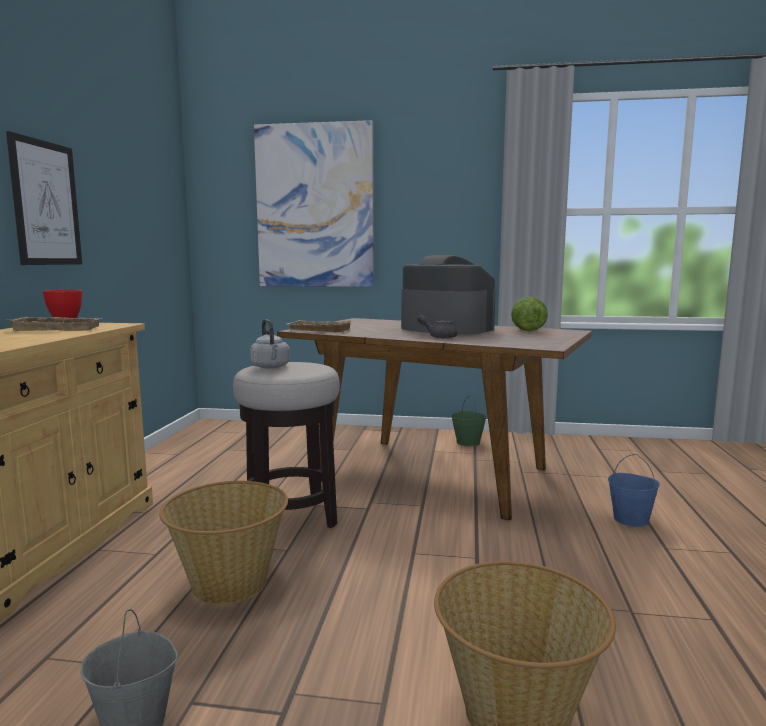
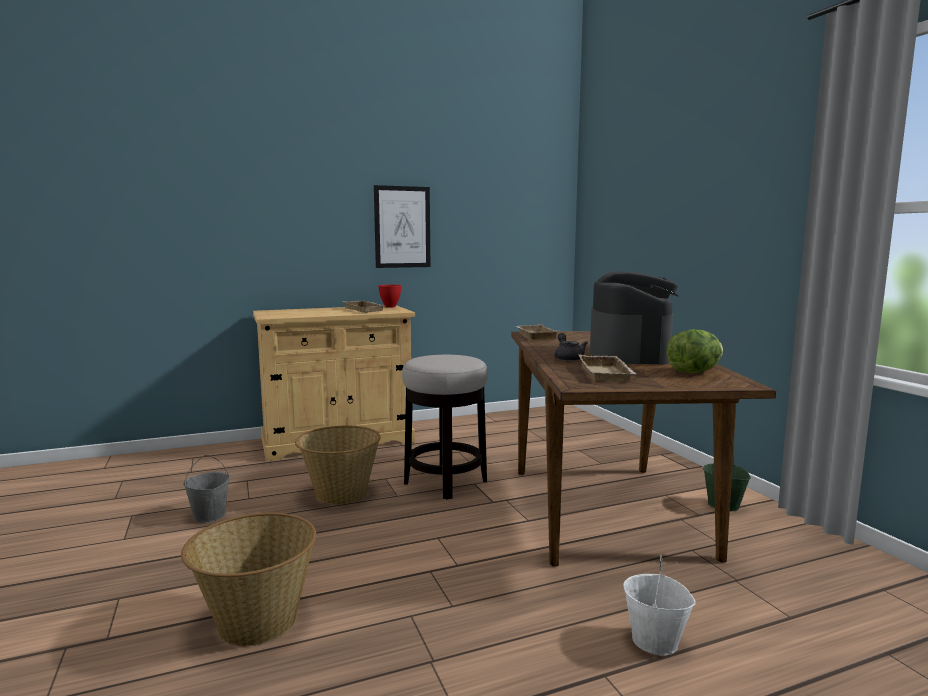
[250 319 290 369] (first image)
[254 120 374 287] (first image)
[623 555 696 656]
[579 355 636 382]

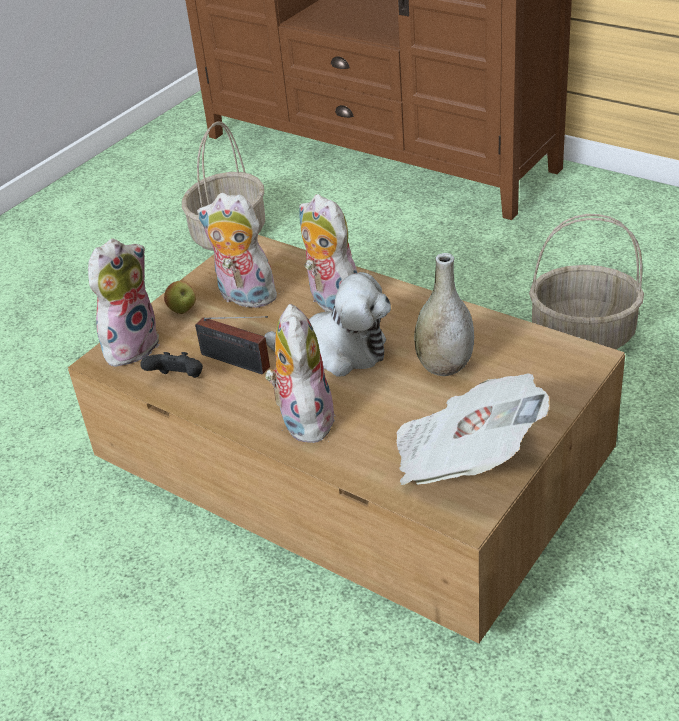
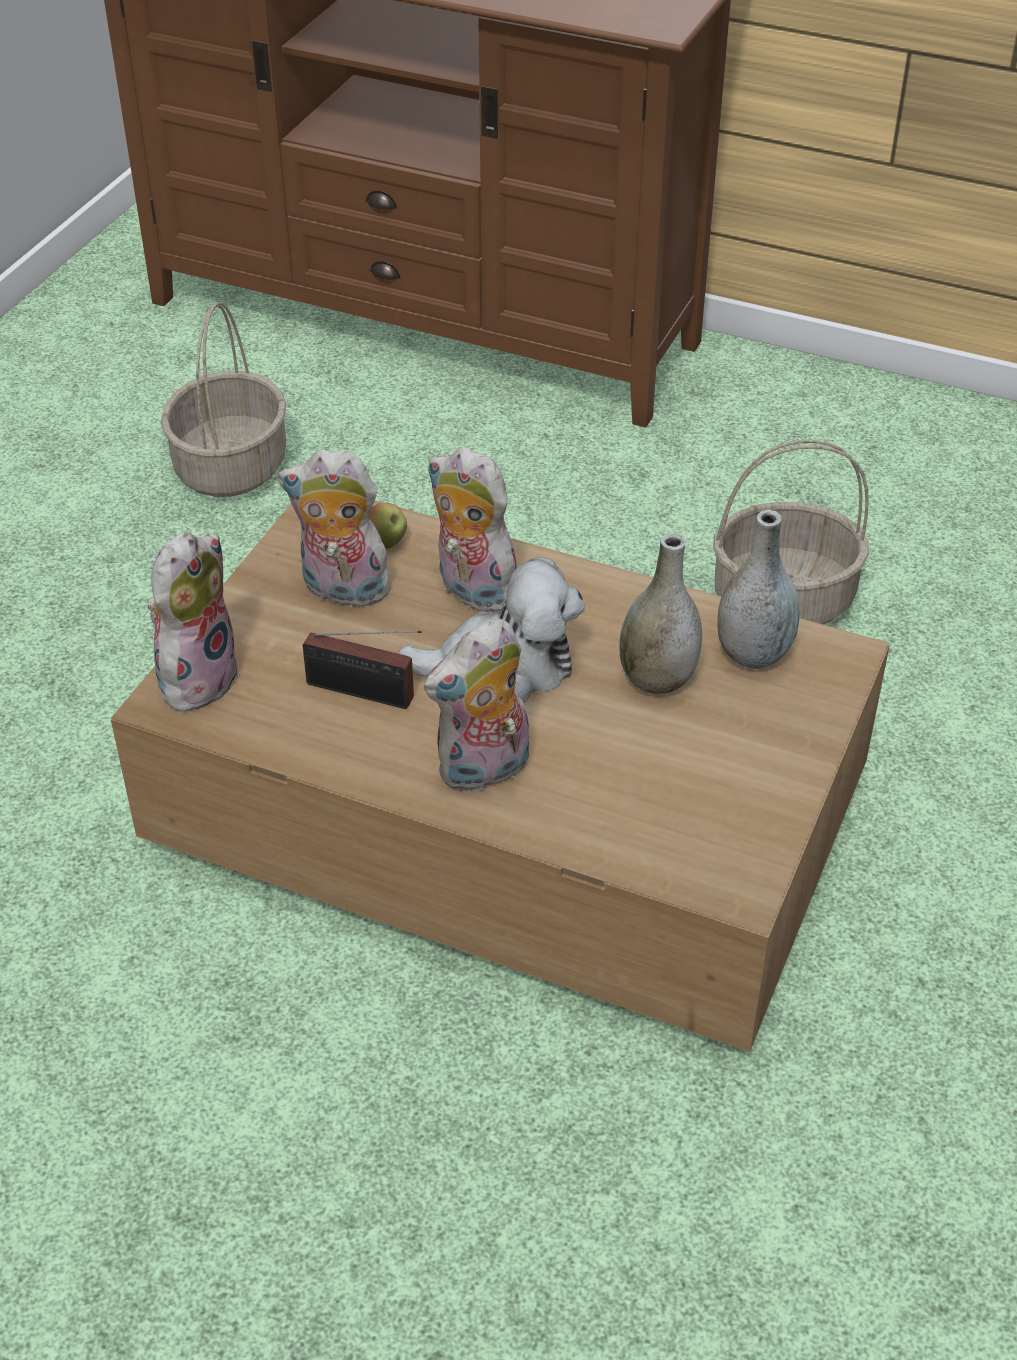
[140 352 203 378] (first image)
[369 502 407 549]
[424 618 529 792]
[396 373 549 485] (first image)
[718 510 799 669]

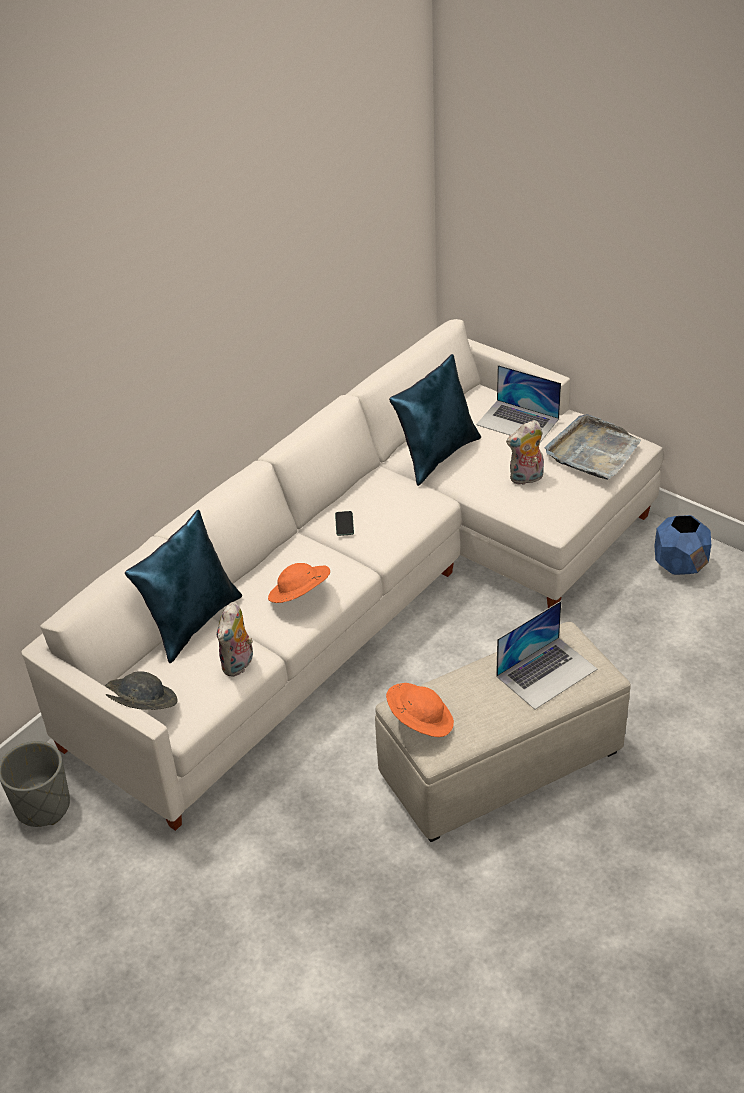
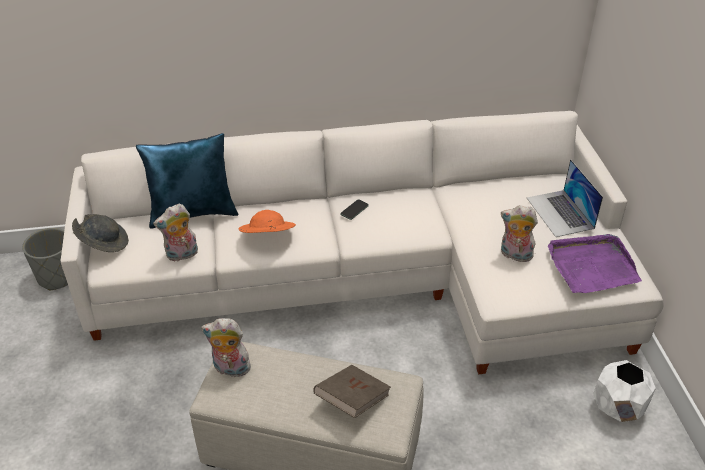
[201 318 251 377]
[389 354 481 486] (first image)
[313 365 391 418]
[548 234 642 293]
[593 360 656 422]

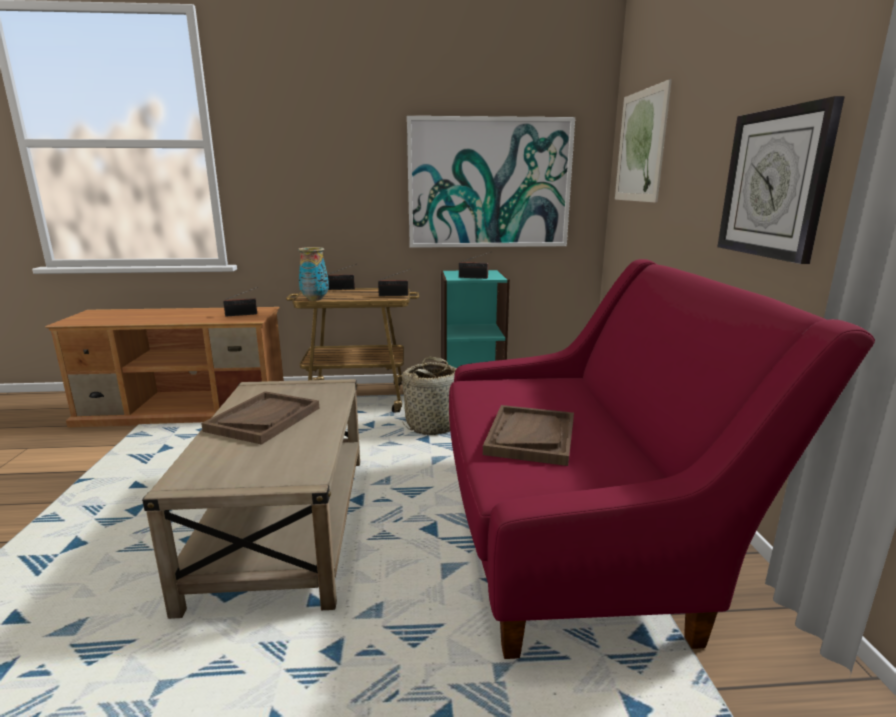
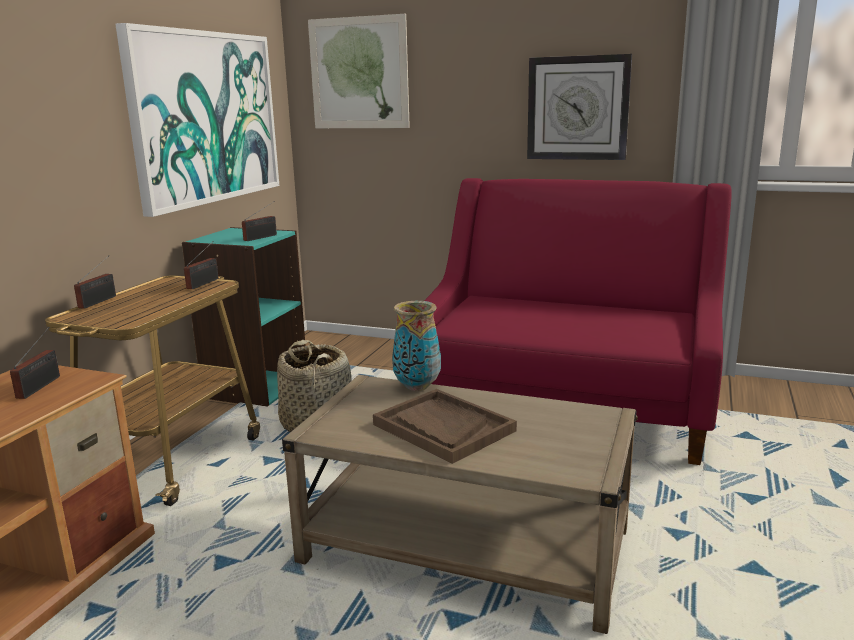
[392 301 441 391]
[483 405 574 466] (first image)

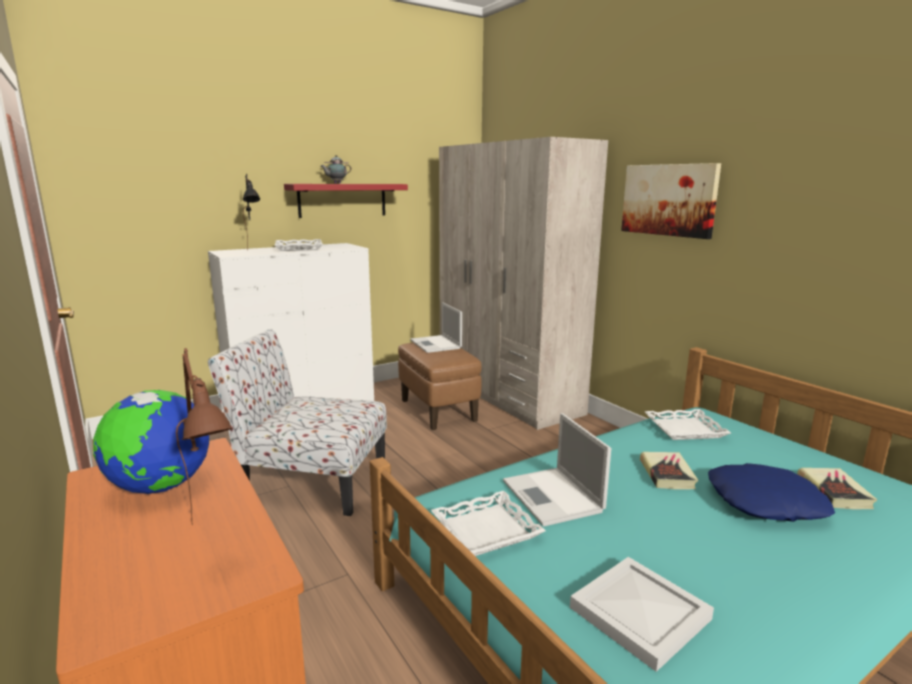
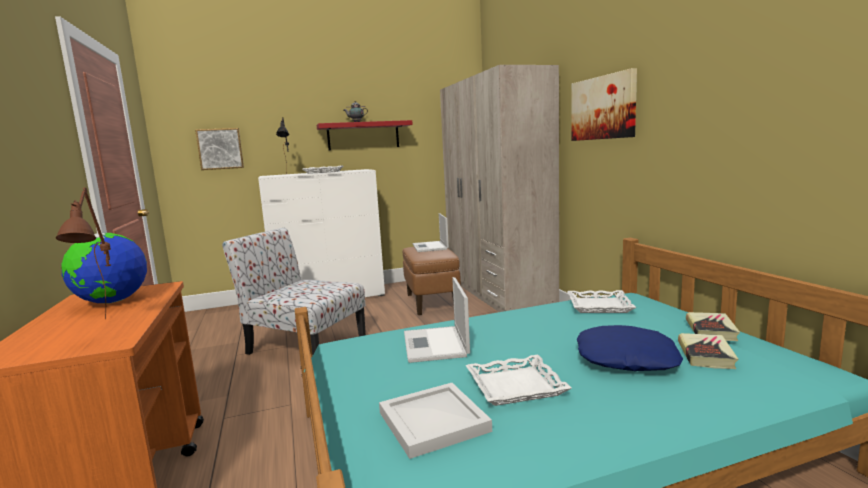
[466 355 572 406]
[686 312 740 341]
[195 128 244 170]

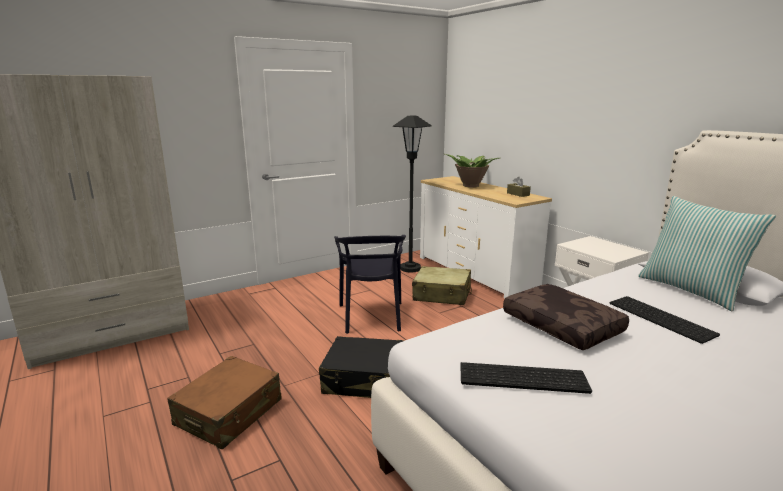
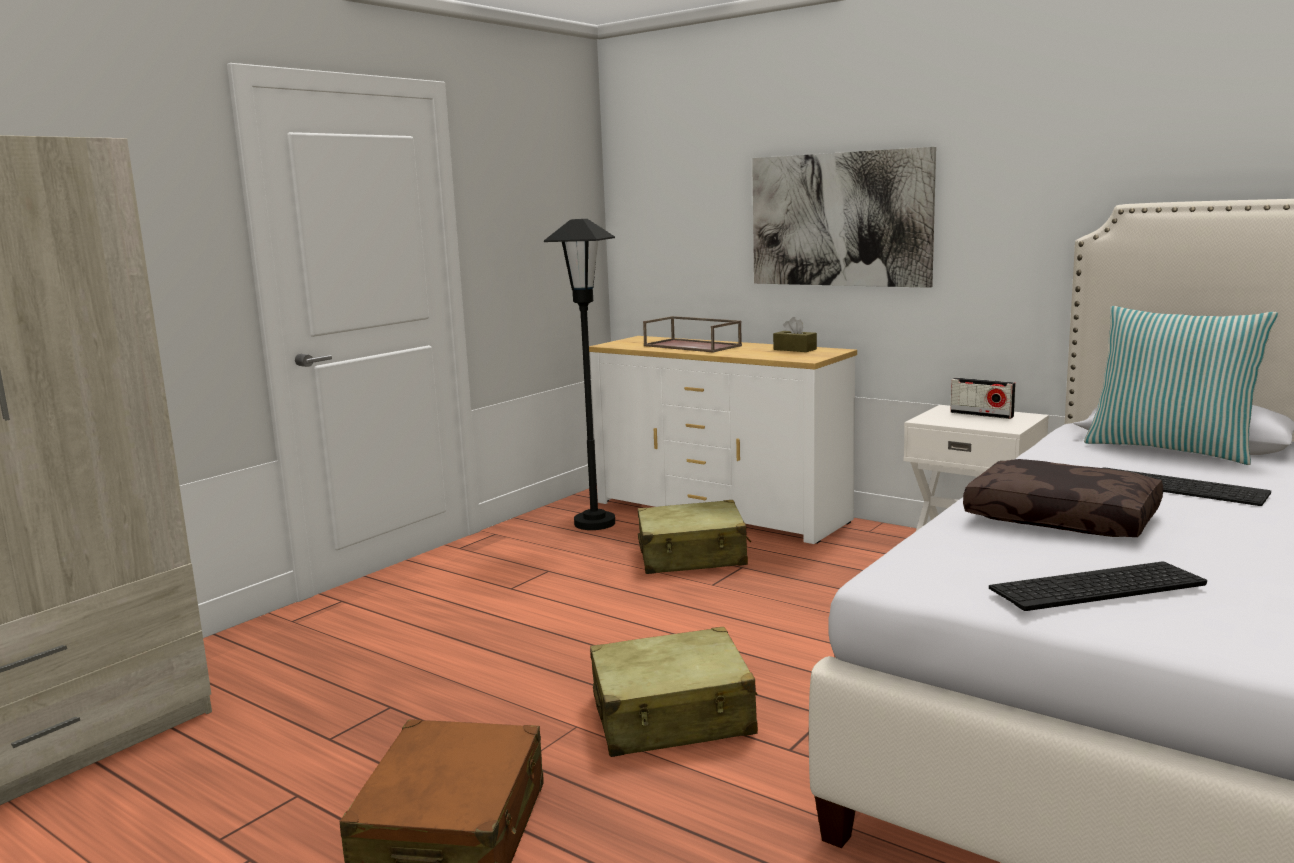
[590 627 758 757]
[334 235 406 334] (first image)
[643 316 742 353]
[752 147 936 288]
[950 378 1016 419]

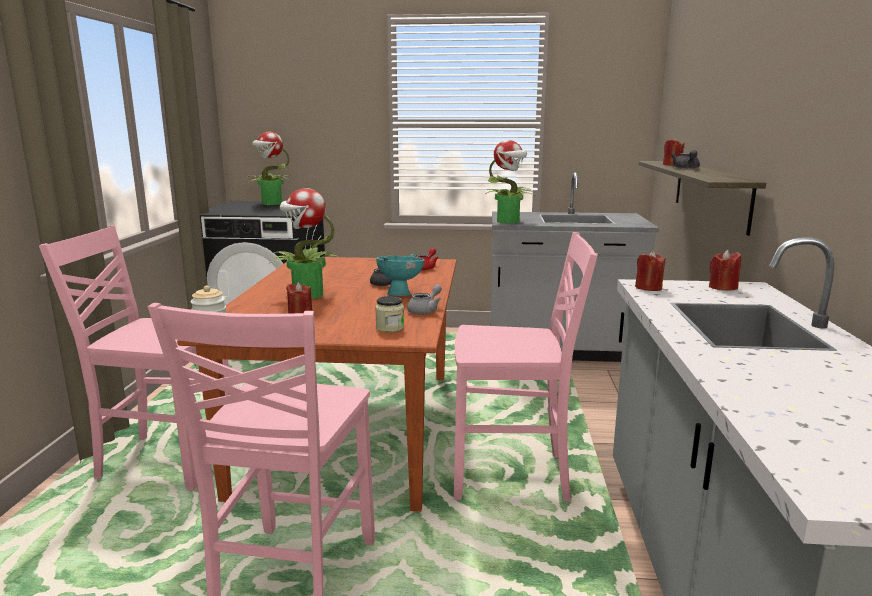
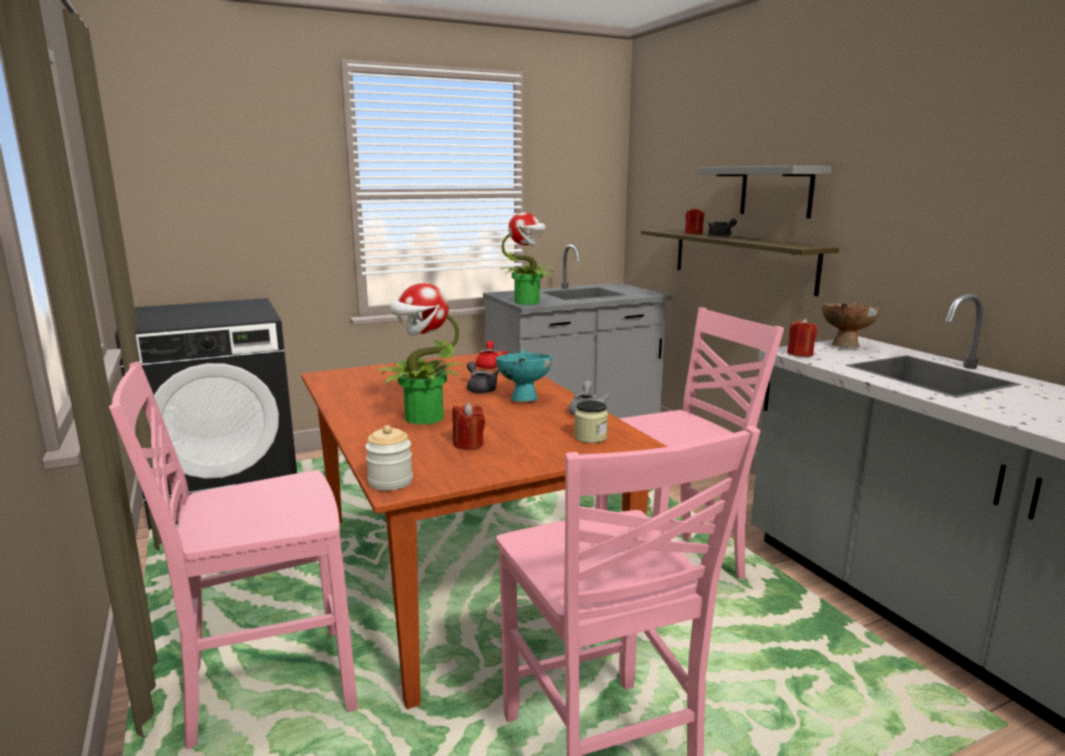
[246 132 291 205] (first image)
[822 301 881 348]
[699 166 831 219]

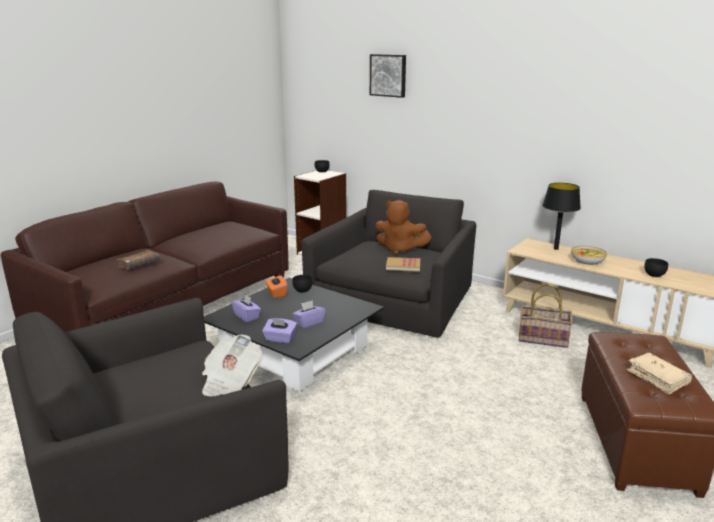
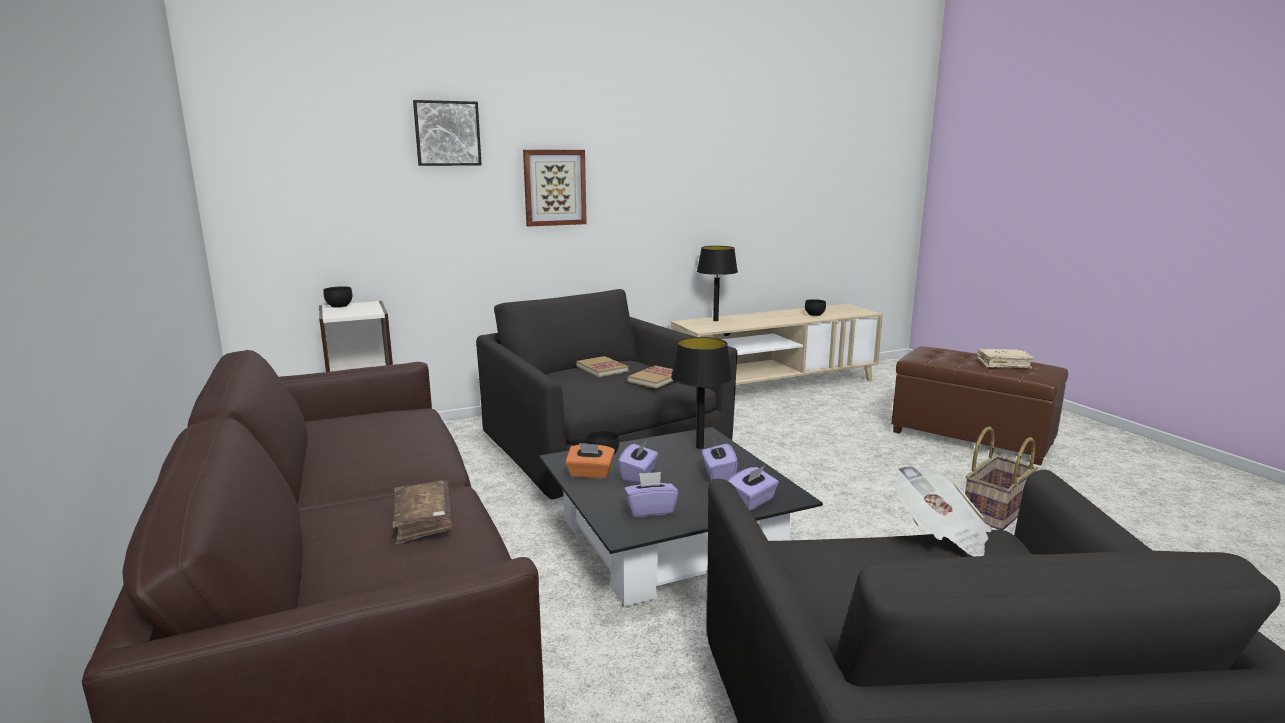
[576 356 629 377]
[965 427 1038 530]
[571 246 607 265] (first image)
[523 150 587 226]
[618 442 658 484]
[671 337 732 449]

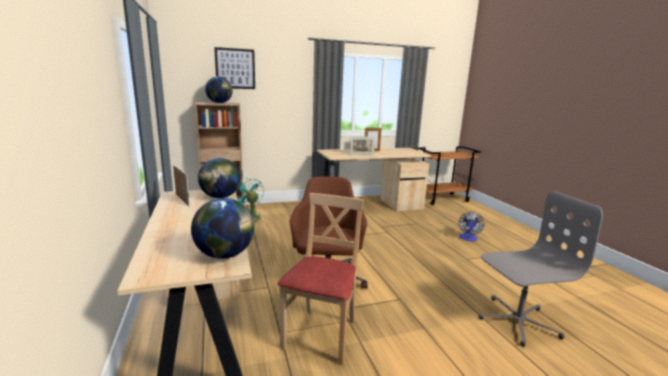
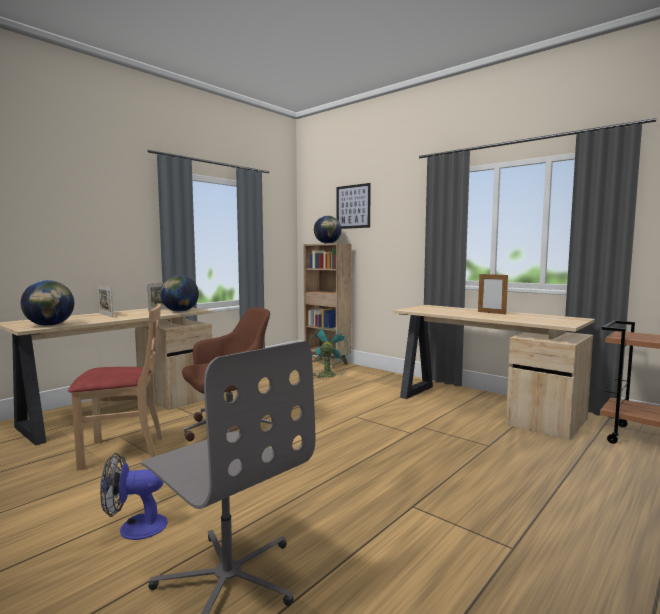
[97 285 113 317]
[100 453 168 540]

